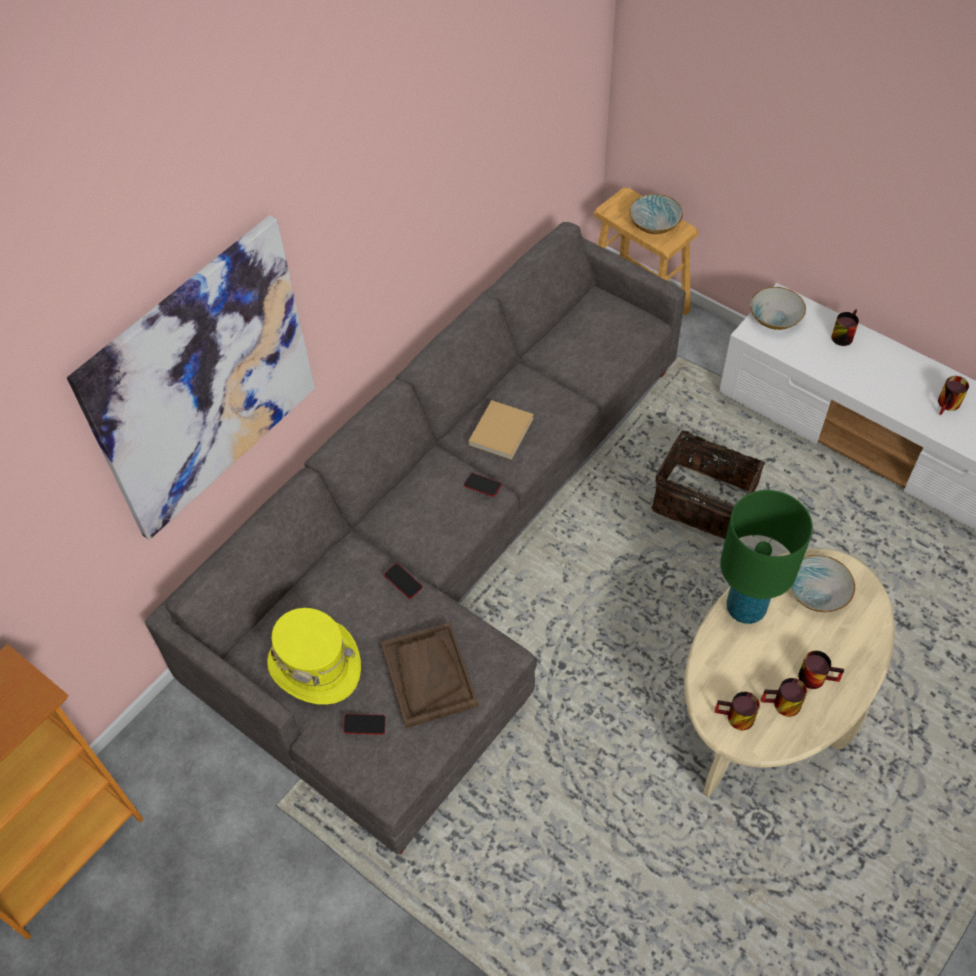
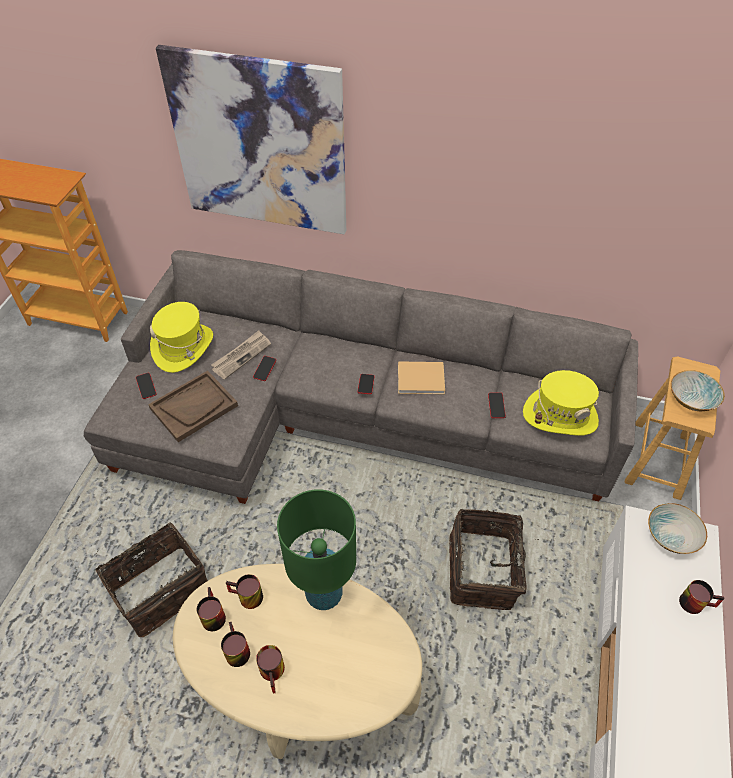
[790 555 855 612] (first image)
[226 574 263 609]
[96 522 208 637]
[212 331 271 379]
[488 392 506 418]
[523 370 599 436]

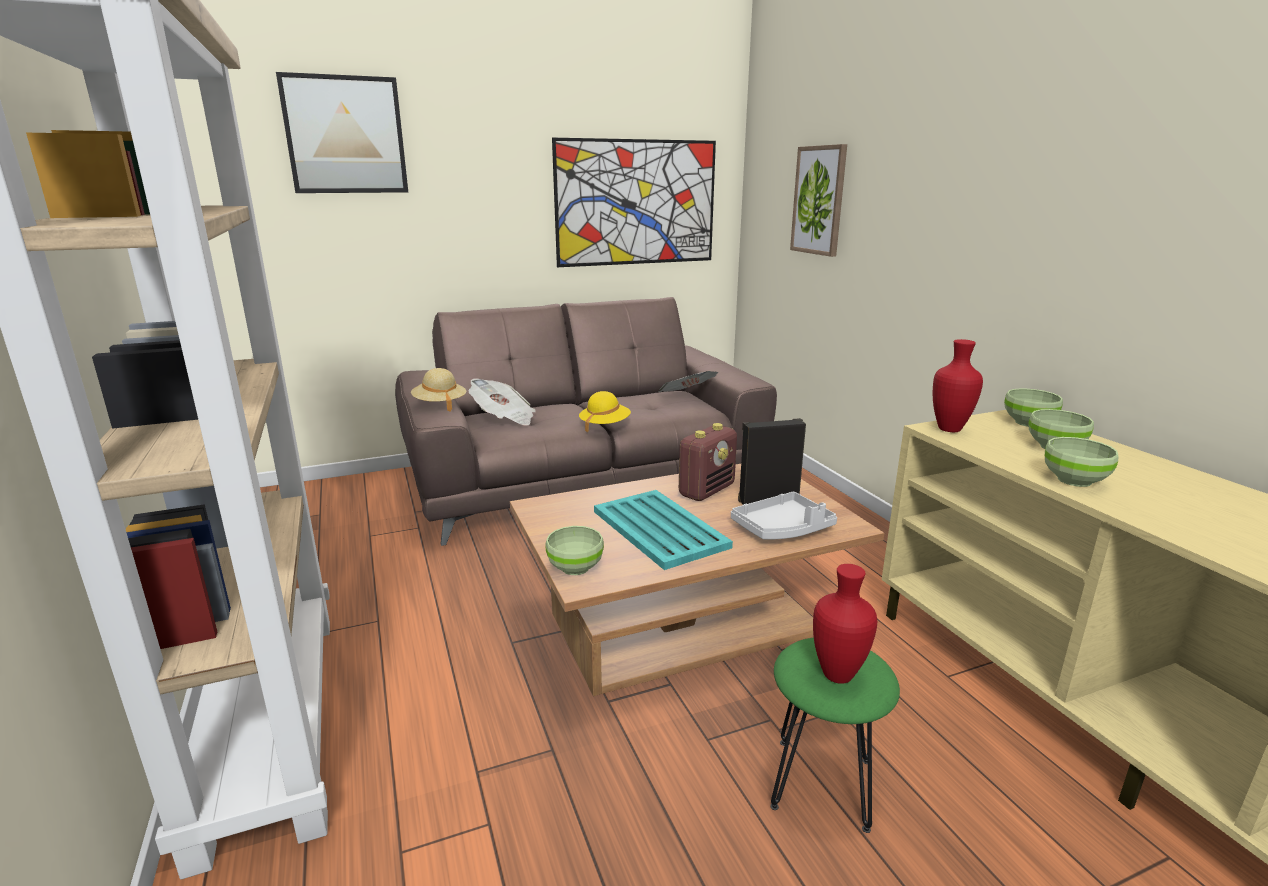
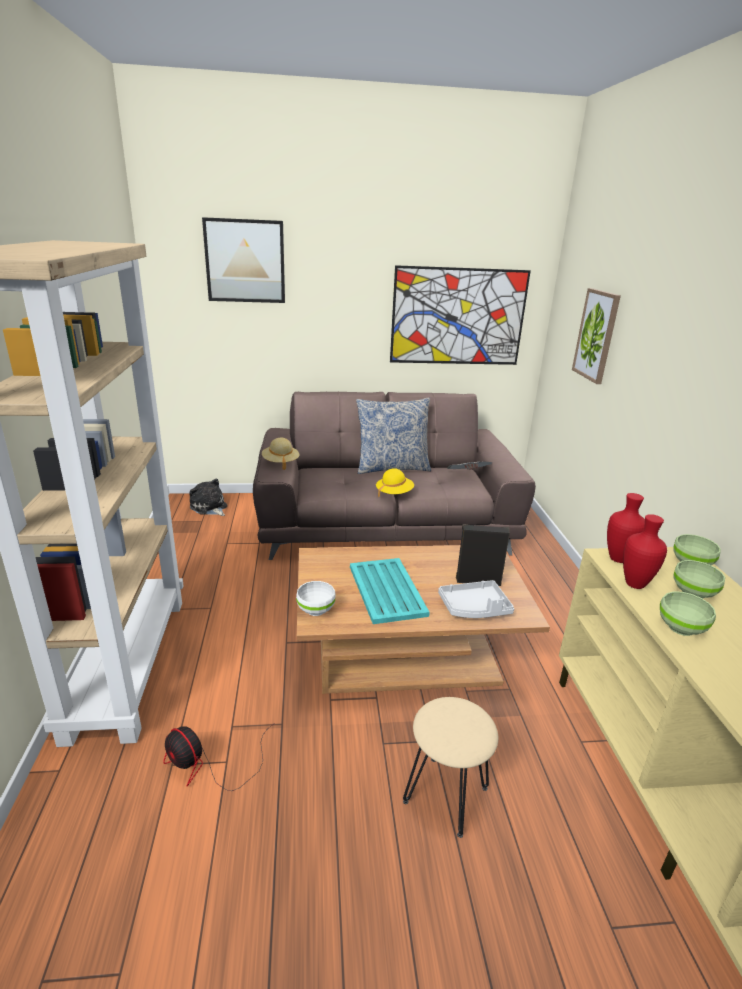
[468 378 536 426] (first image)
[296 581 336 616]
[679 423 737 501] (first image)
[403 697 498 838]
[623 514 667 589]
[163 723 275 791]
[189 479 227 516]
[356 397 431 474]

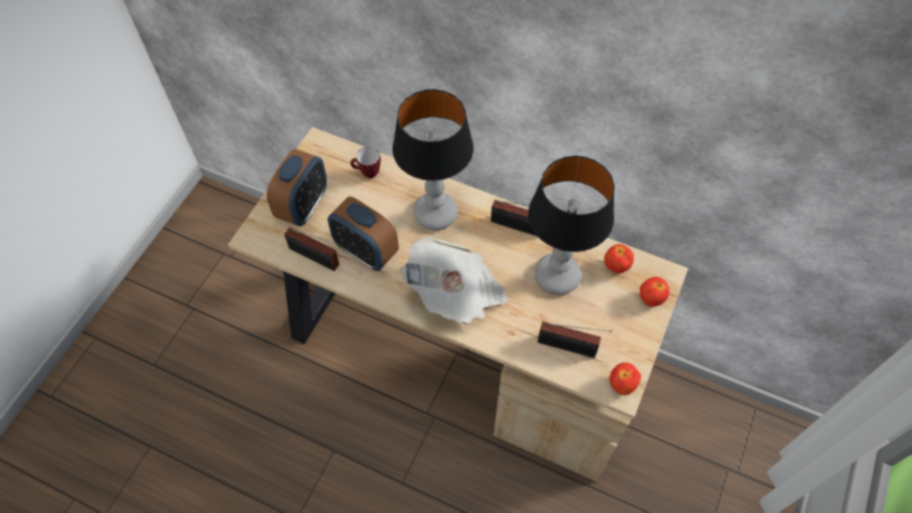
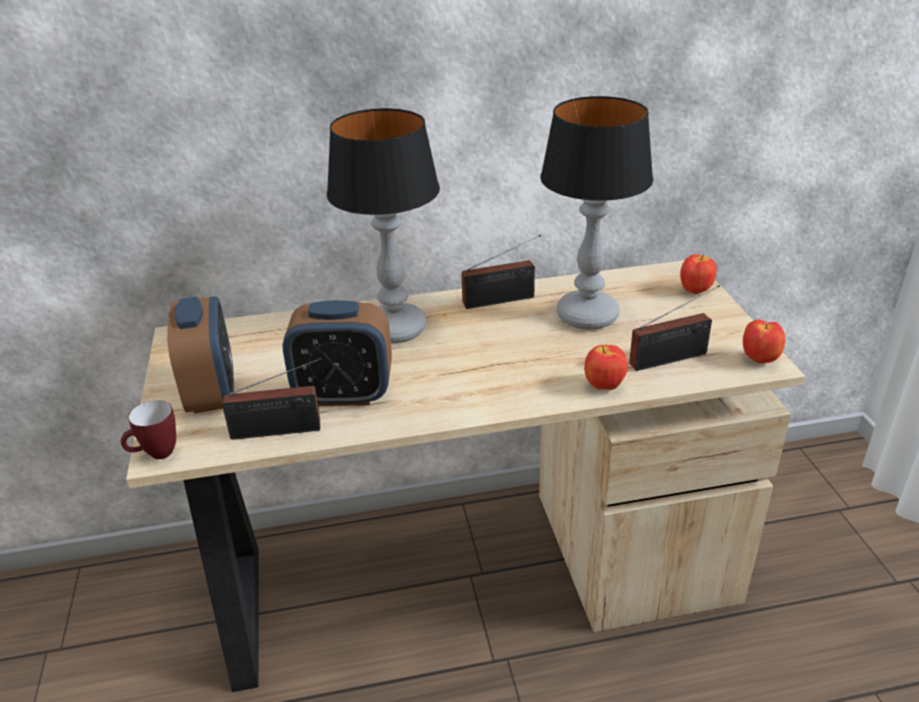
[121 400 176 459]
[400 237 508 325] (first image)
[584 345 628 390]

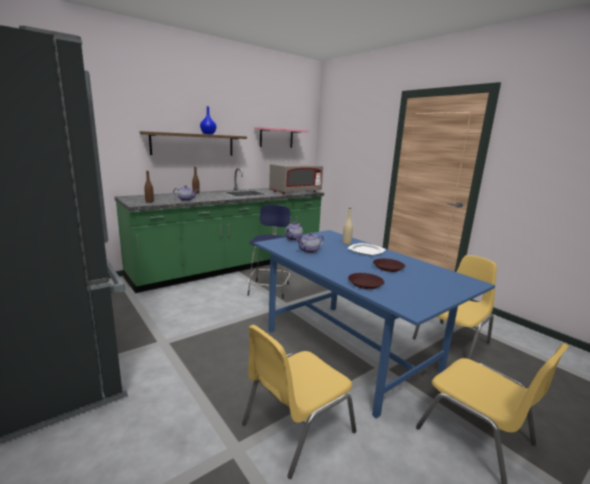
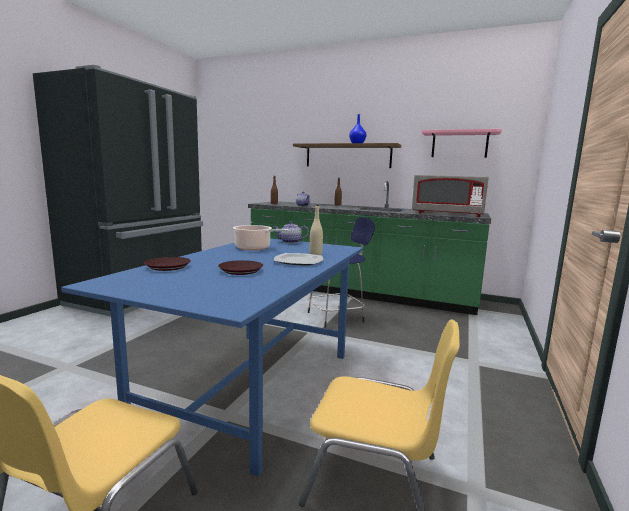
[242 325 356 479] (first image)
[233 225 290 250]

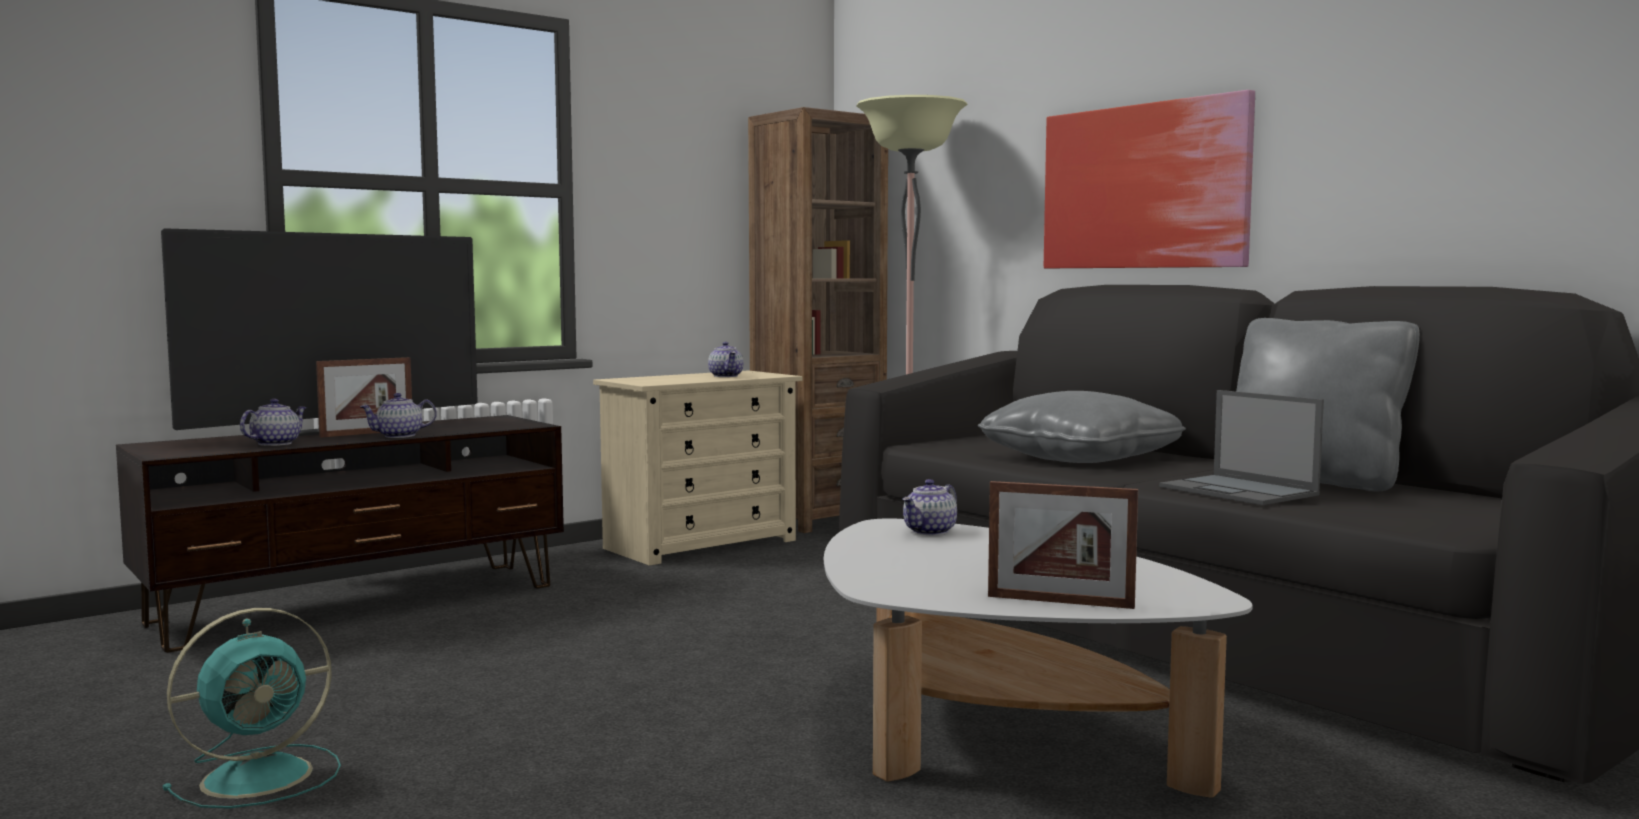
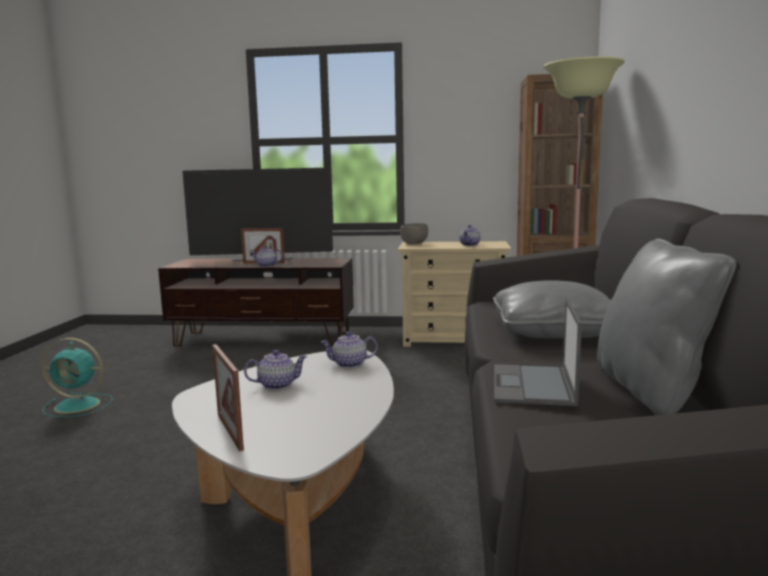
[244 350 307 390]
[1044 90 1255 268] (first image)
[400 223 428 245]

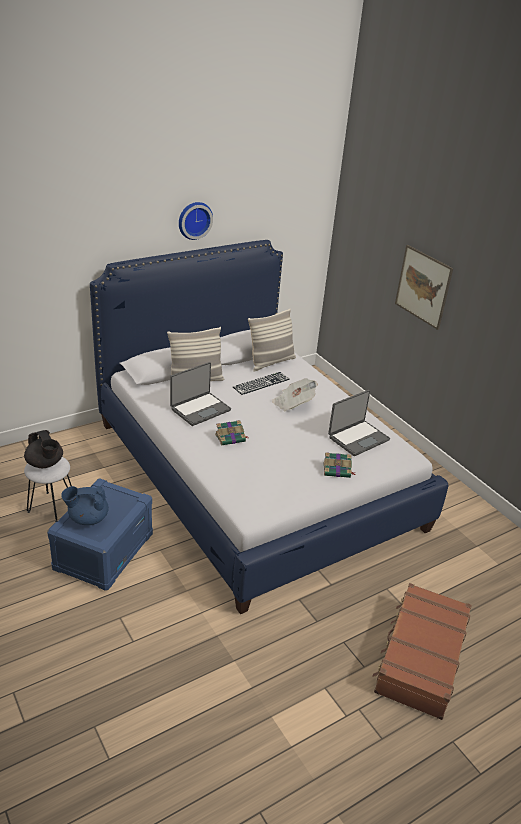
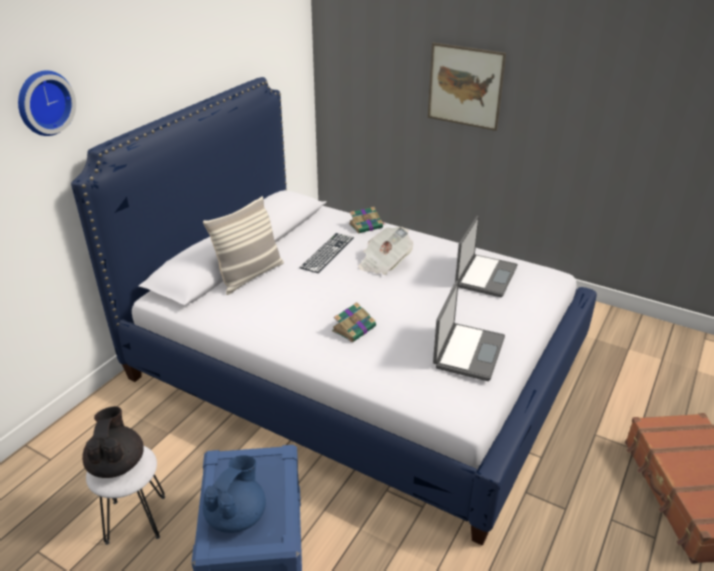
[82 406 144 478]
[203 455 266 533]
[433 280 505 381]
[18 70 76 136]
[248 309 296 372] (first image)
[349 207 383 234]

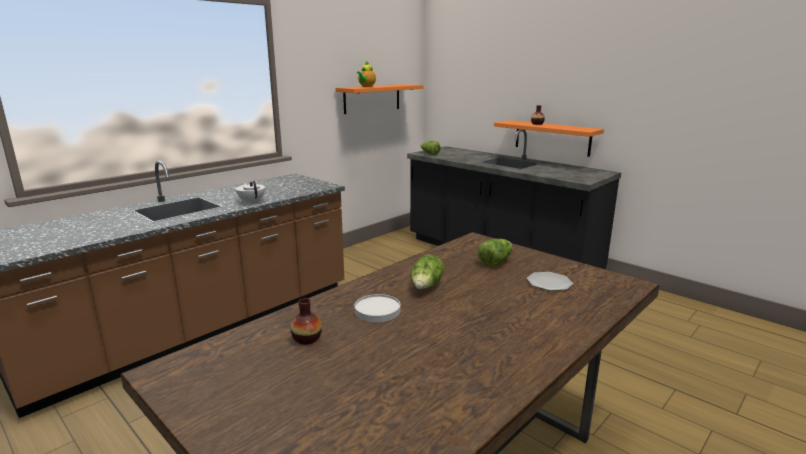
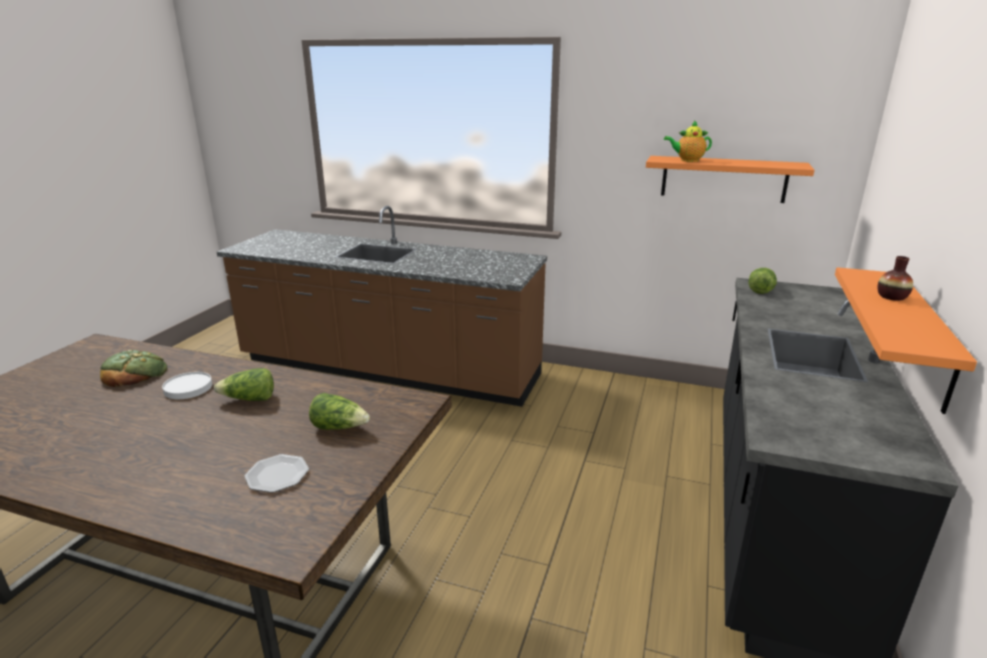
[236 181 265 204] (first image)
[100 350 167 387]

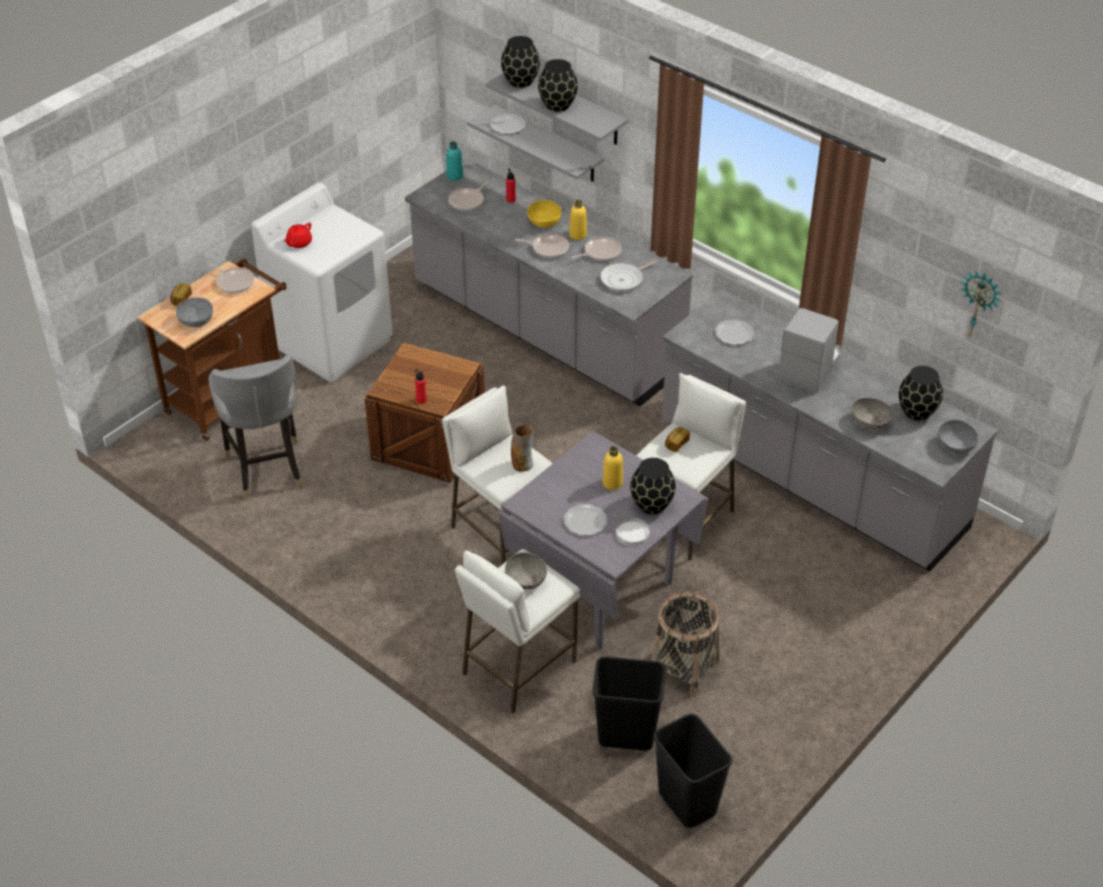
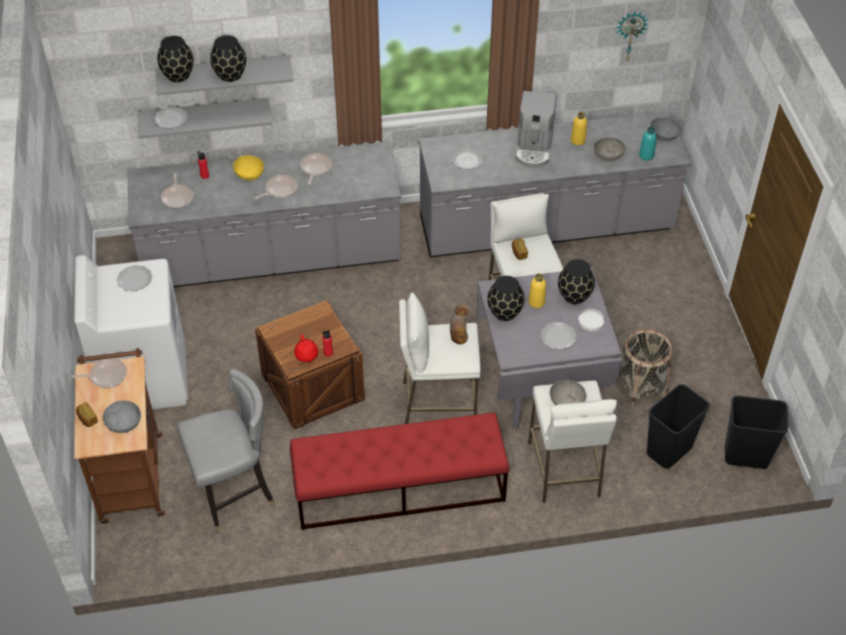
[177 369 275 532]
[294 334 318 363]
[639 127 657 161]
[571 112 587 145]
[600 260 657 291] (first image)
[515 91 556 168]
[487 276 524 321]
[117 265 152 291]
[290 413 510 530]

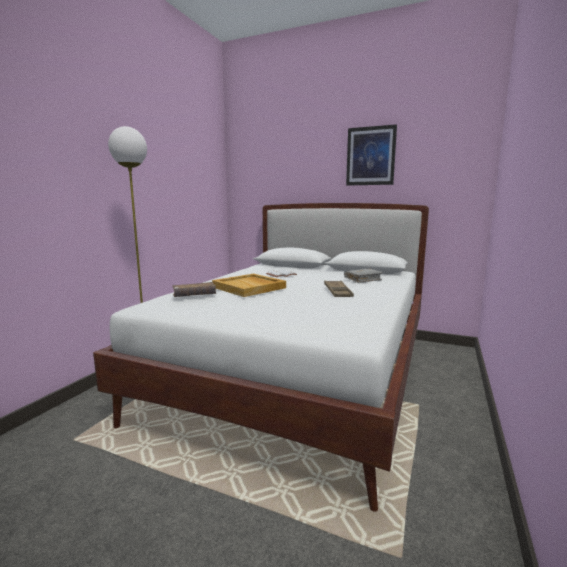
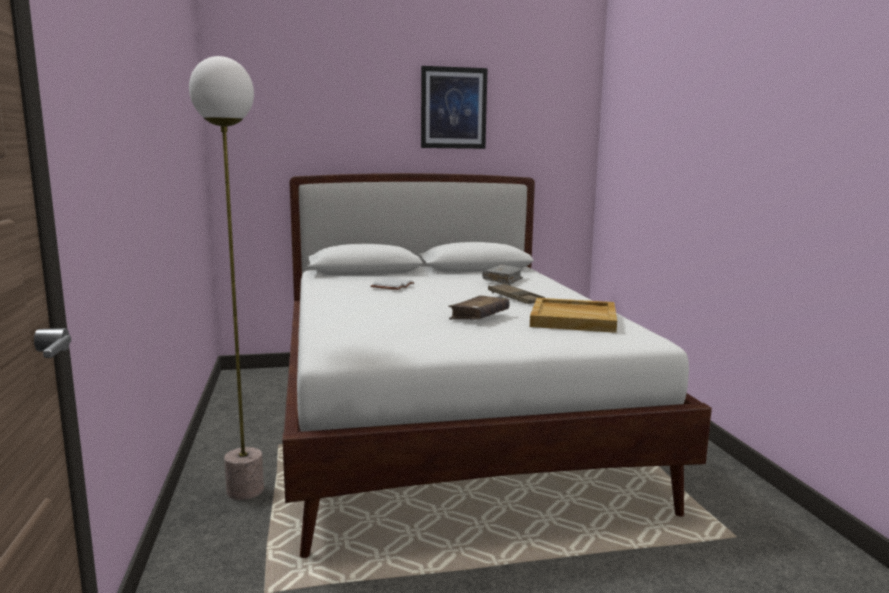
[448 296 510 320]
[530 298 617 333]

